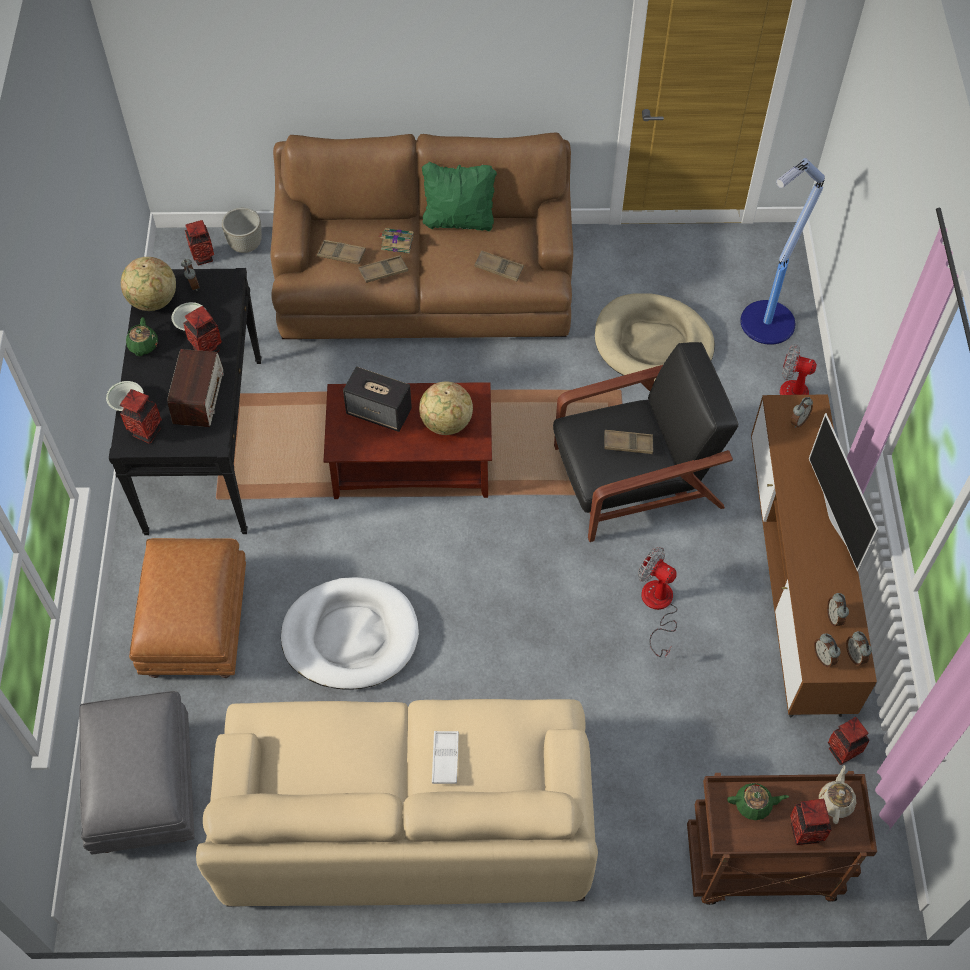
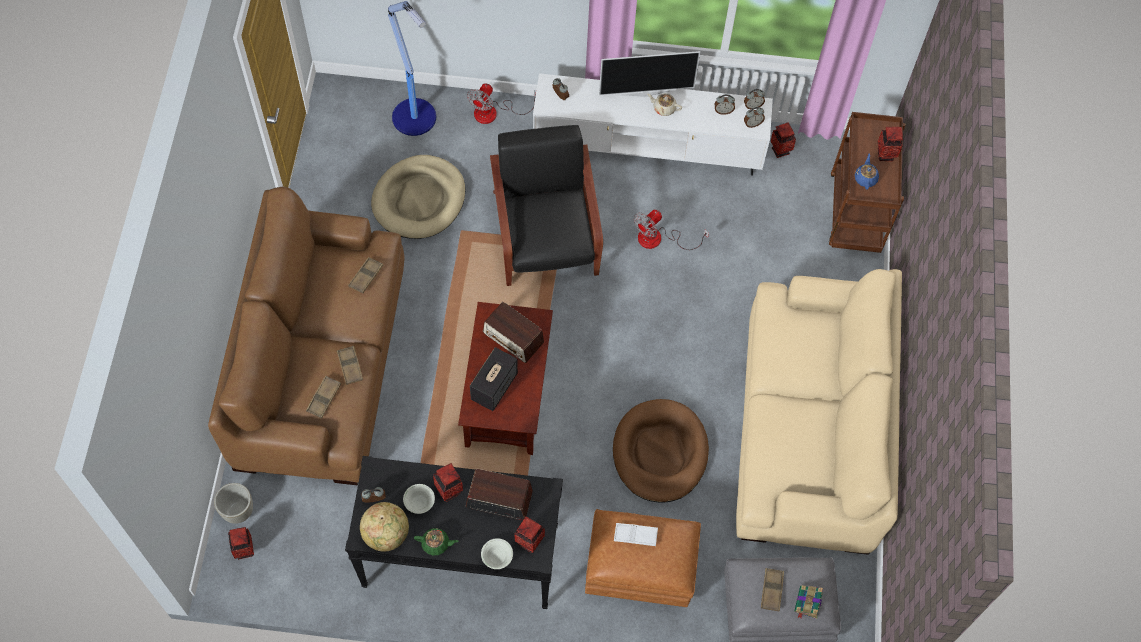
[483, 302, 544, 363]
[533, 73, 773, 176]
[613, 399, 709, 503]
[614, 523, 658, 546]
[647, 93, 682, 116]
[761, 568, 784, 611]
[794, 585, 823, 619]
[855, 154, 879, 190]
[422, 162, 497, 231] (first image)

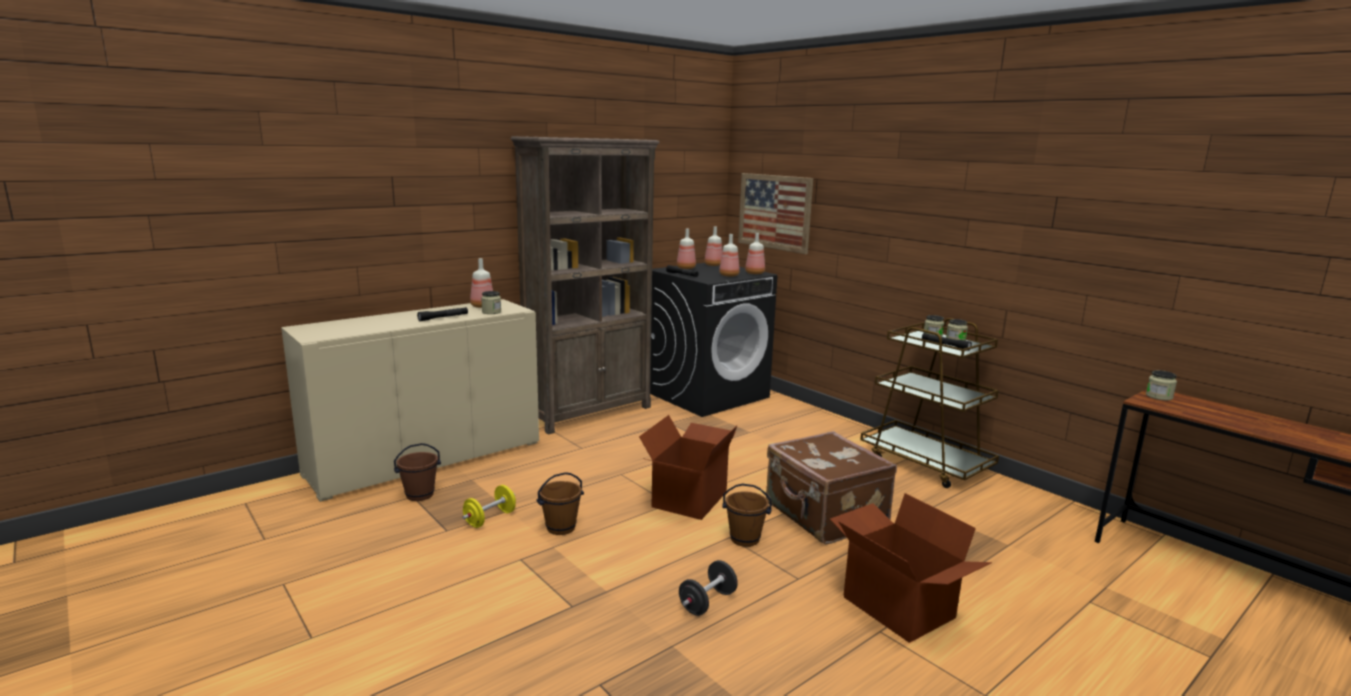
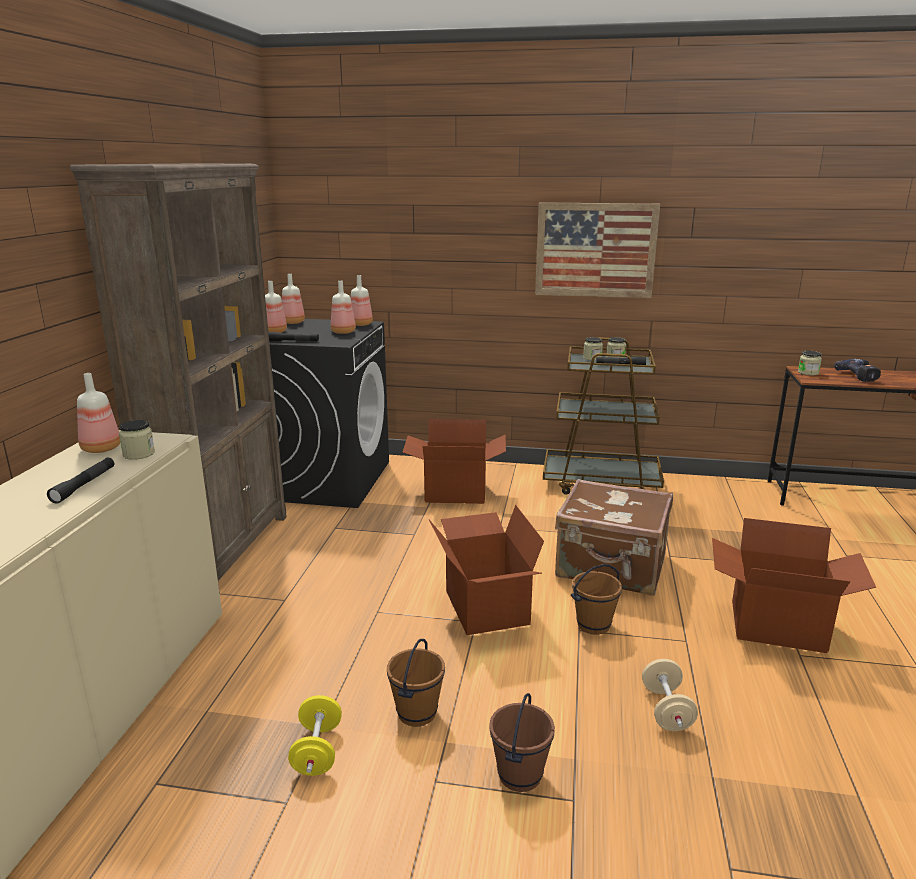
[402, 419, 506, 504]
[489, 693, 555, 792]
[535, 202, 660, 298]
[642, 659, 698, 731]
[834, 359, 881, 382]

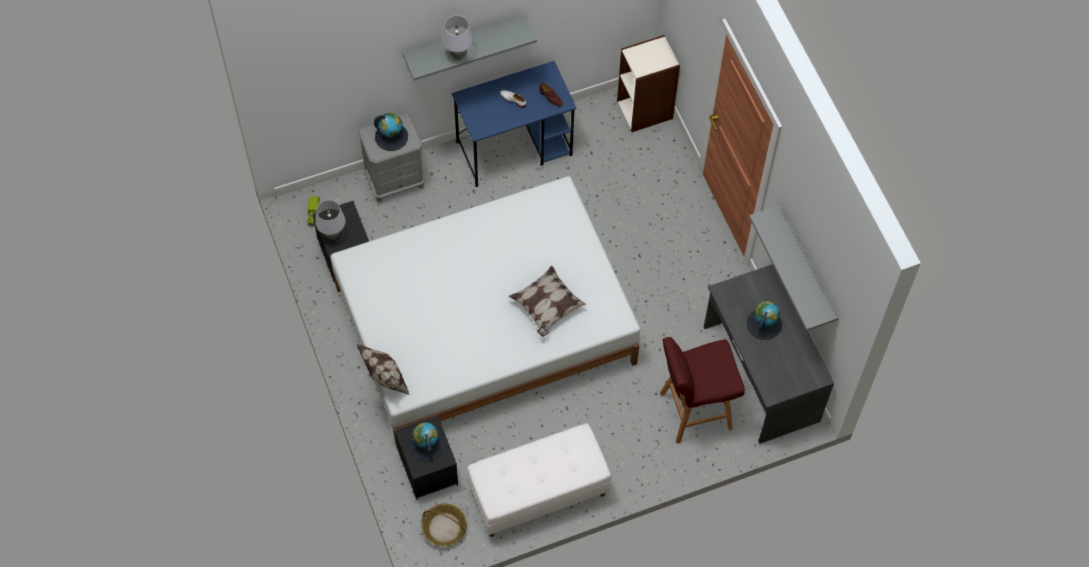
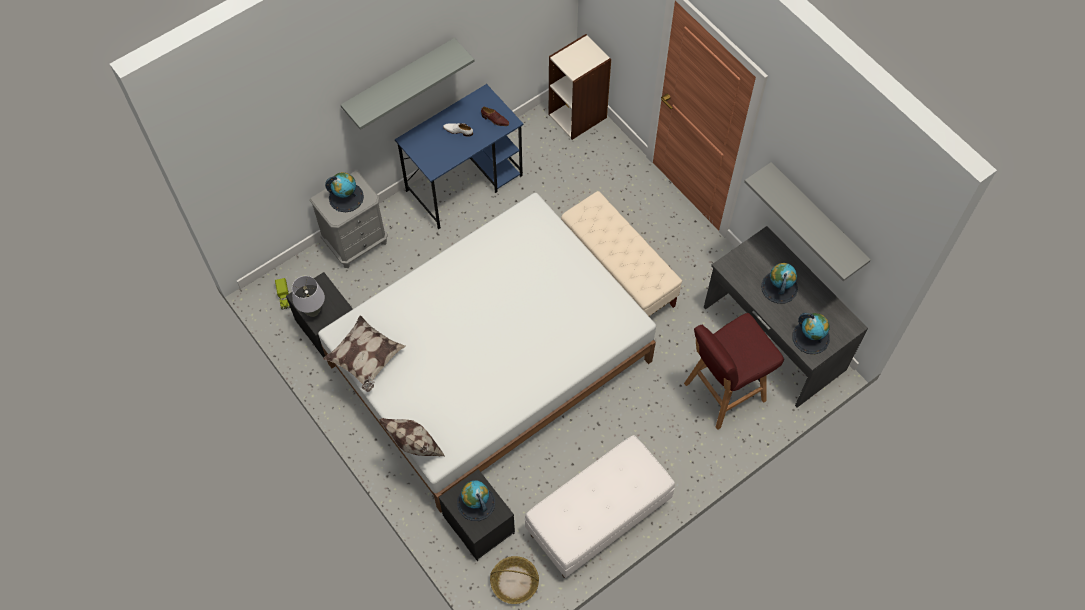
[323, 315, 406, 392]
[561, 191, 682, 317]
[792, 313, 830, 354]
[442, 15, 473, 60] (first image)

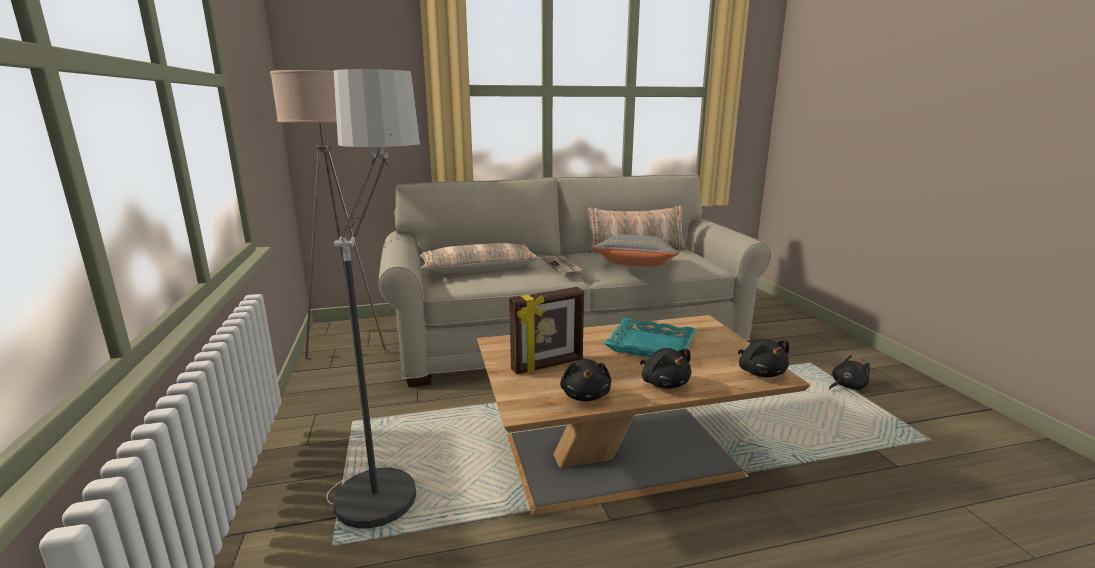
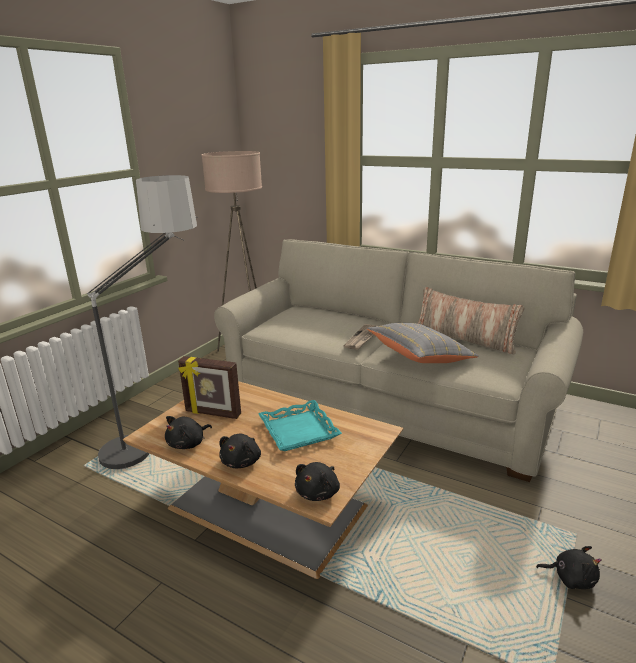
[420, 243, 541, 273] (first image)

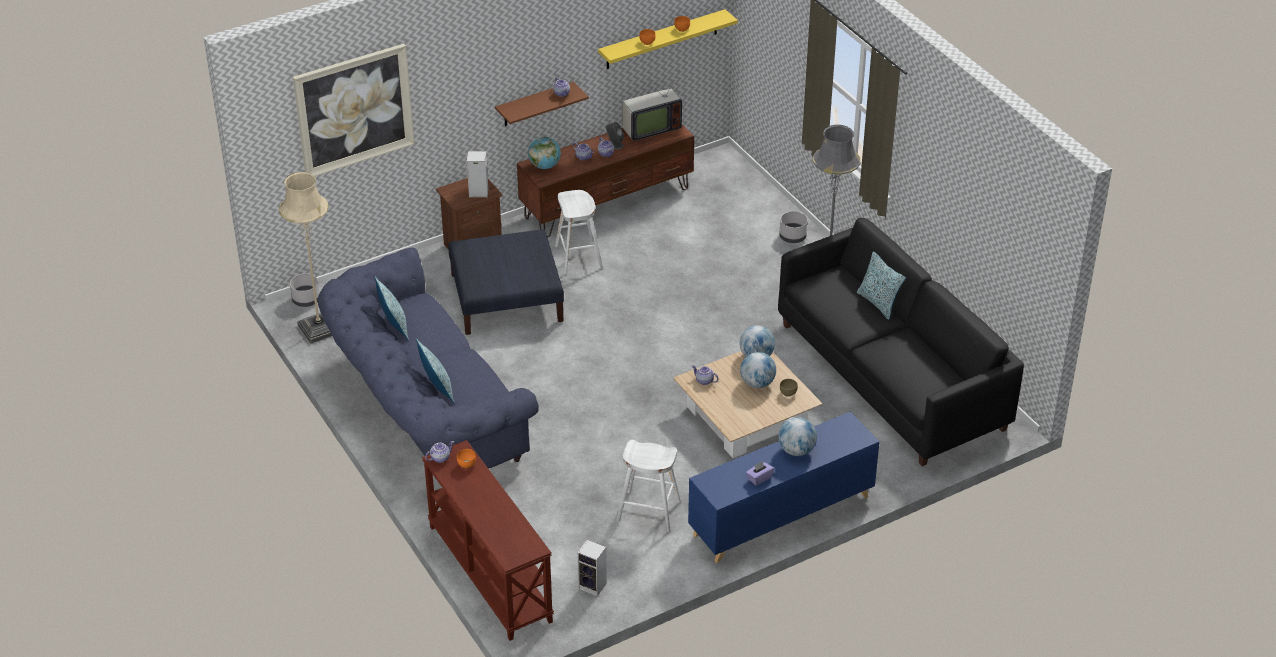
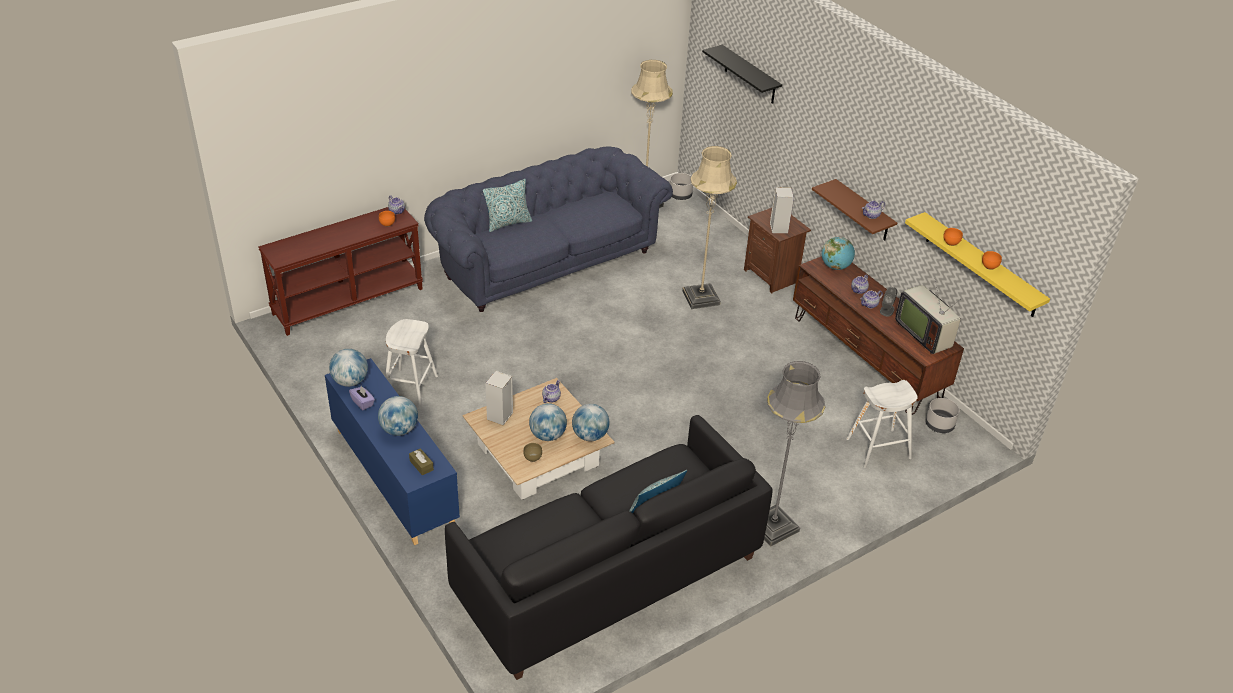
[329, 349, 368, 387]
[409, 448, 434, 475]
[485, 371, 513, 425]
[682, 146, 737, 309]
[702, 45, 782, 104]
[846, 380, 918, 468]
[925, 398, 960, 433]
[375, 276, 409, 340] (first image)

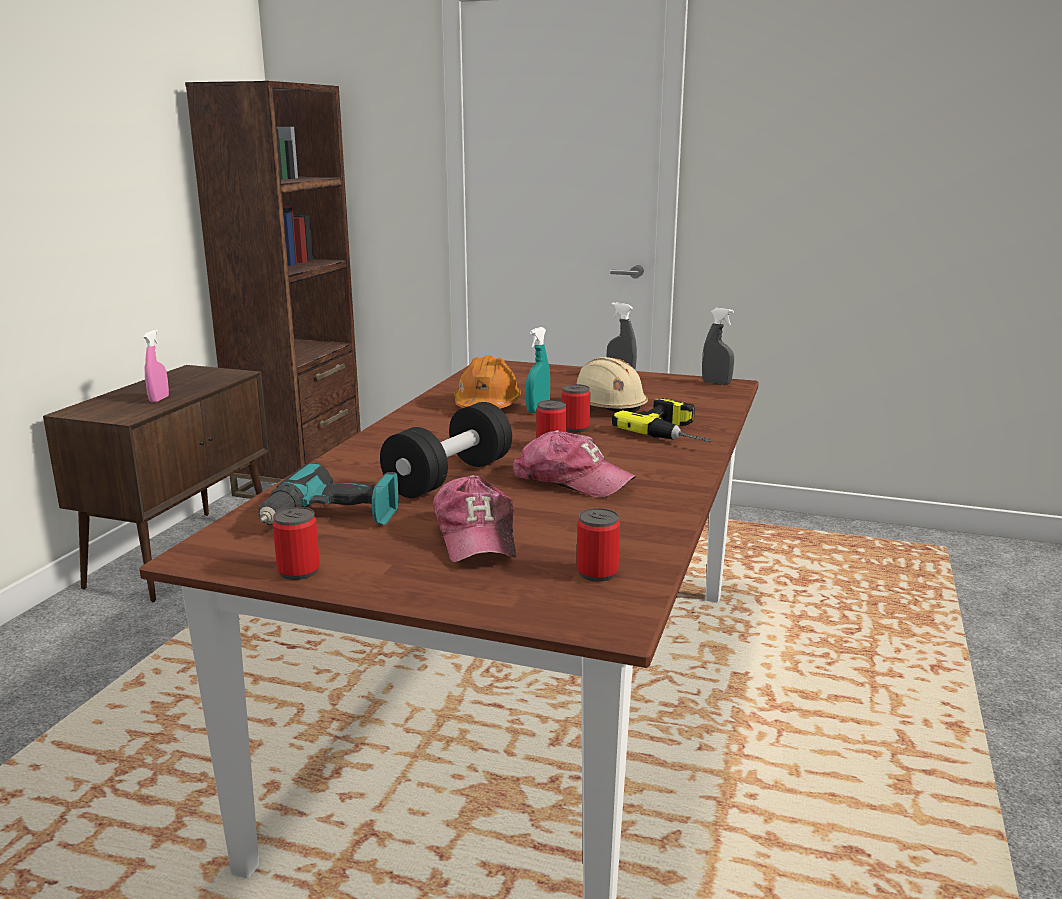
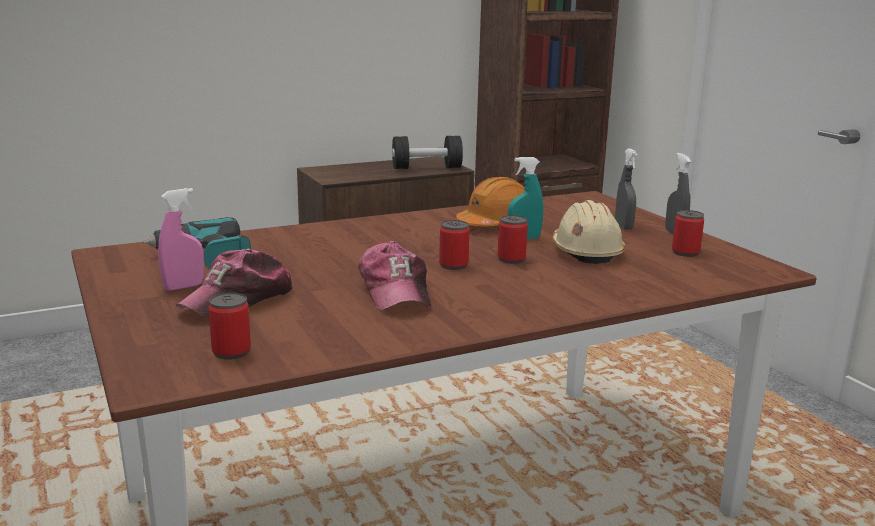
[158, 188, 204, 291]
[392, 136, 463, 169]
[615, 148, 638, 230]
[672, 210, 704, 257]
[612, 398, 711, 443] (first image)

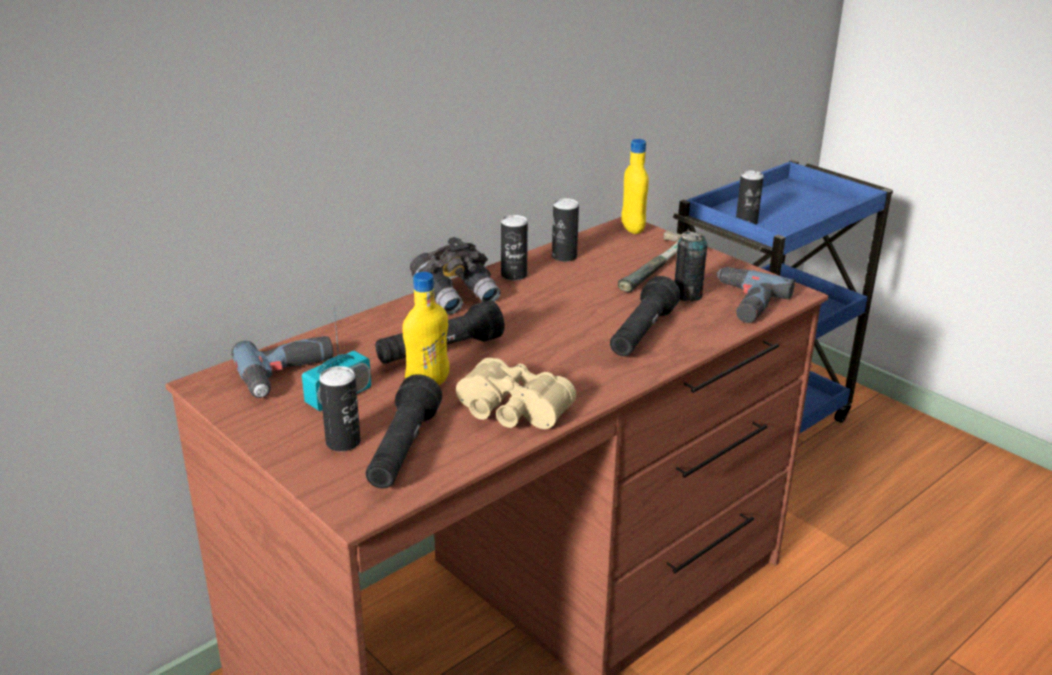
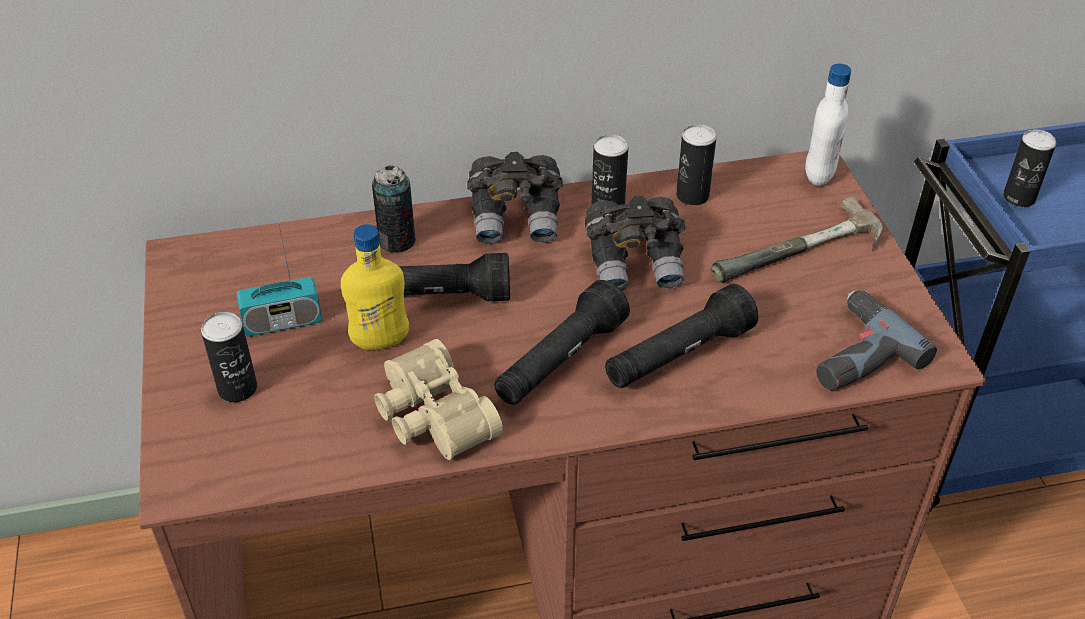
[372, 165, 416, 253]
[494, 280, 630, 405]
[585, 196, 686, 291]
[805, 64, 851, 186]
[231, 336, 333, 398] (first image)

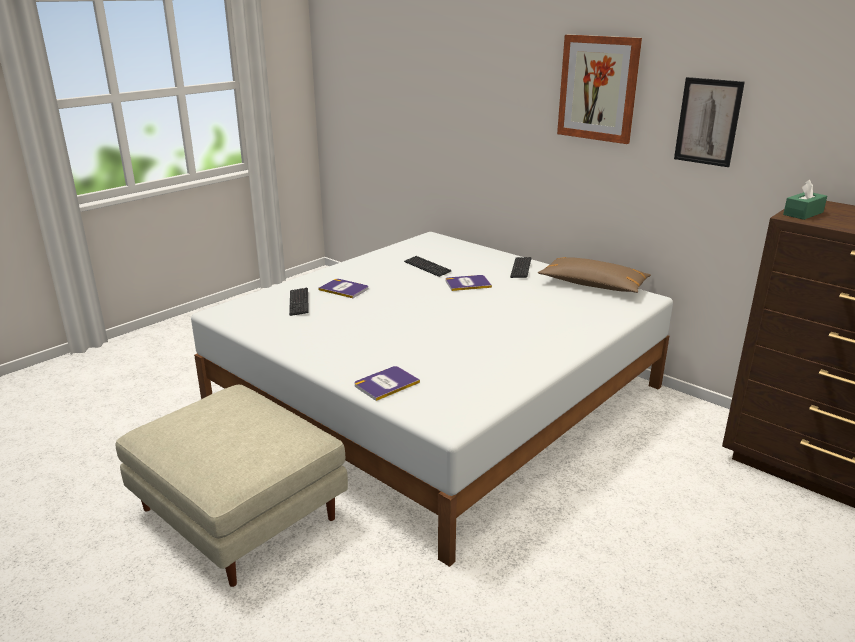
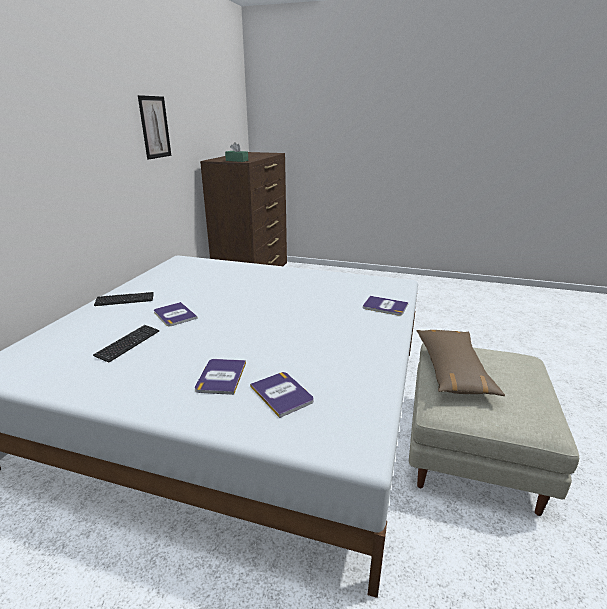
[250, 372, 314, 418]
[417, 330, 505, 396]
[557, 35, 642, 144] (first image)

